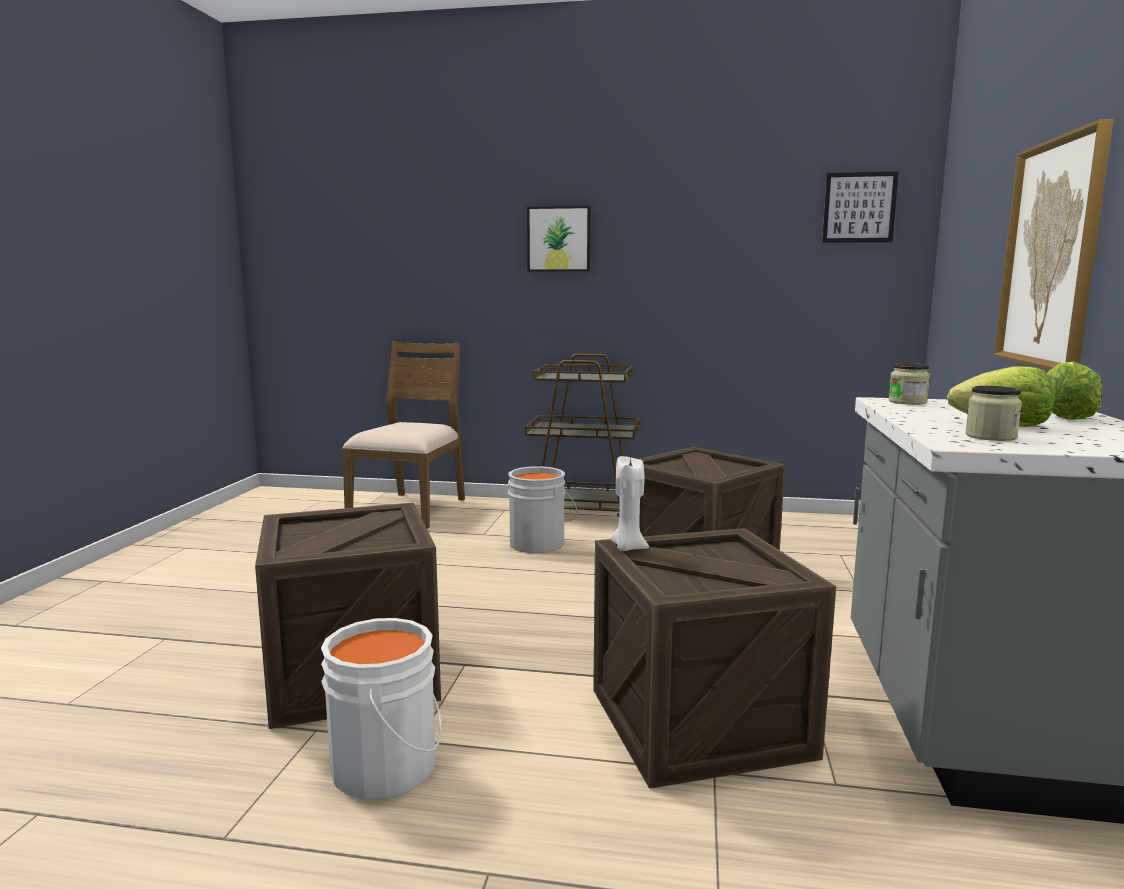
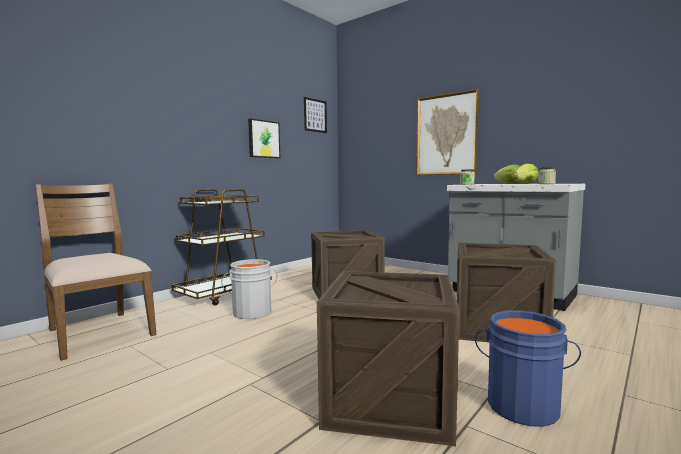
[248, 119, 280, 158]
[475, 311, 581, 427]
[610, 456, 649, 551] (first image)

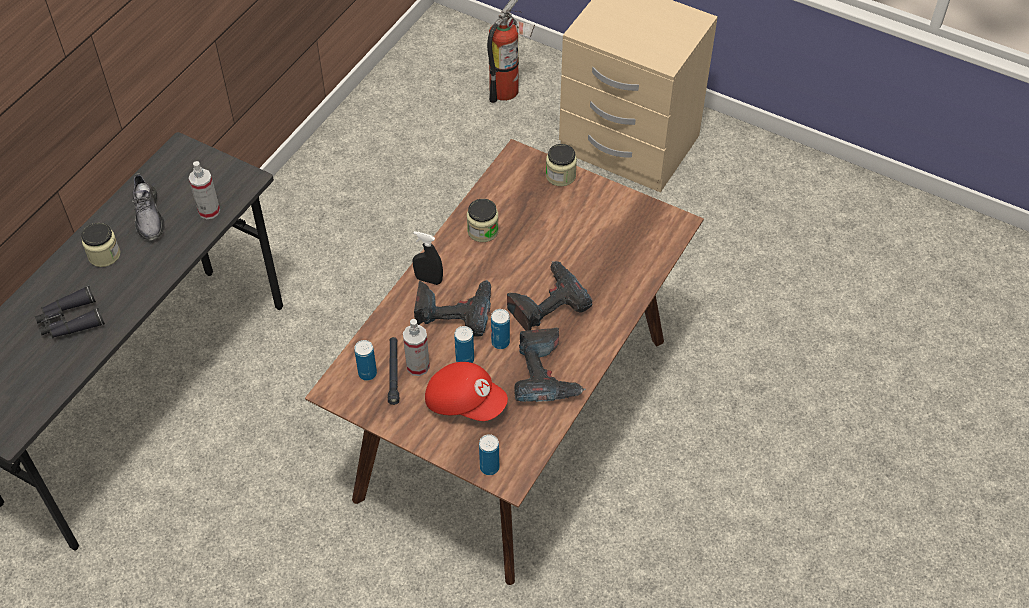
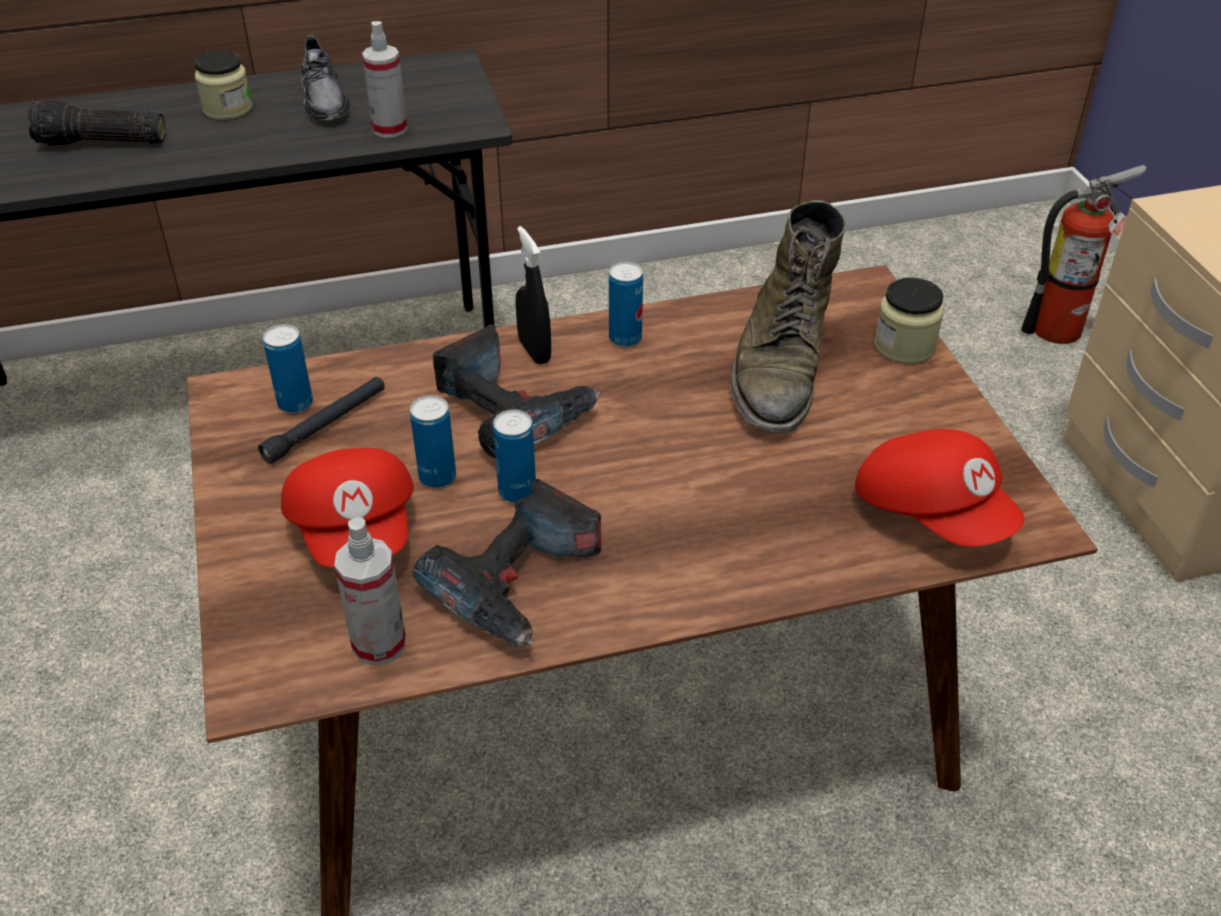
[27, 100, 165, 146]
[302, 35, 350, 120]
[334, 517, 406, 666]
[609, 262, 643, 347]
[730, 200, 846, 434]
[855, 429, 1024, 547]
[467, 199, 499, 242] (first image)
[507, 261, 592, 331] (first image)

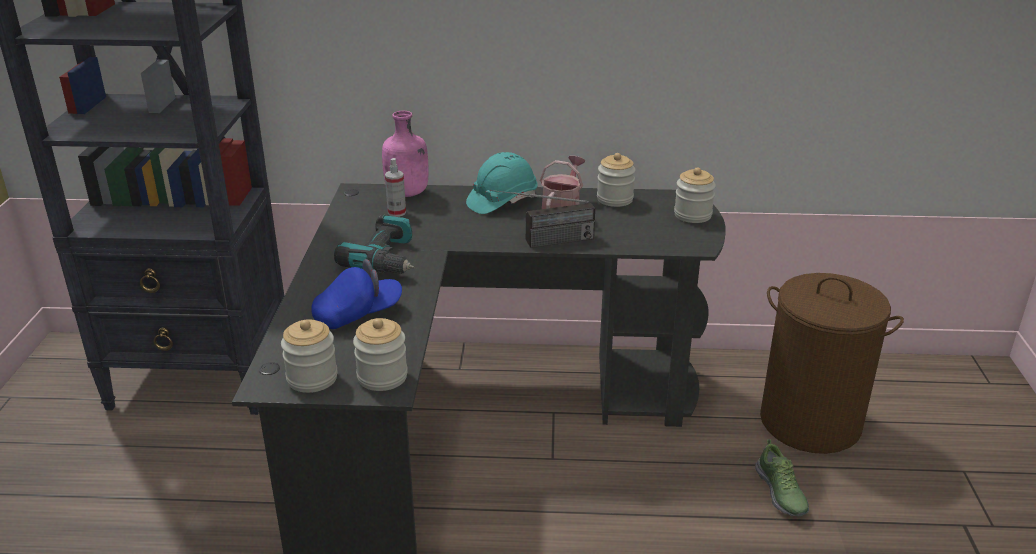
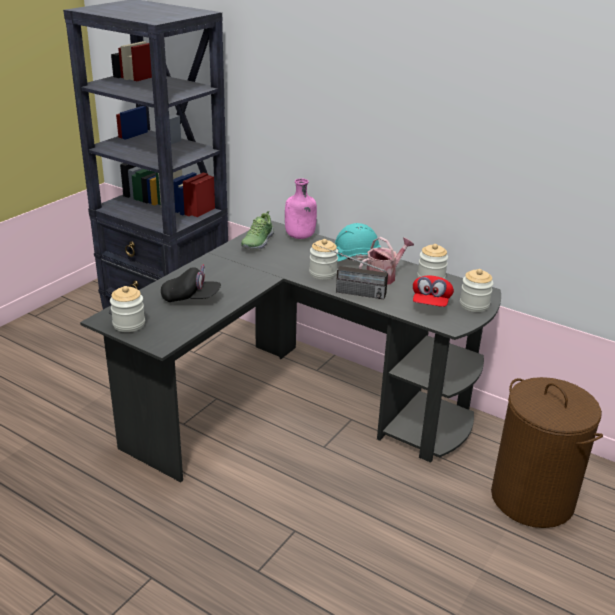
[161, 265, 221, 302]
[241, 211, 274, 250]
[309, 239, 338, 280]
[413, 275, 454, 307]
[334, 214, 414, 274] (first image)
[385, 158, 406, 217] (first image)

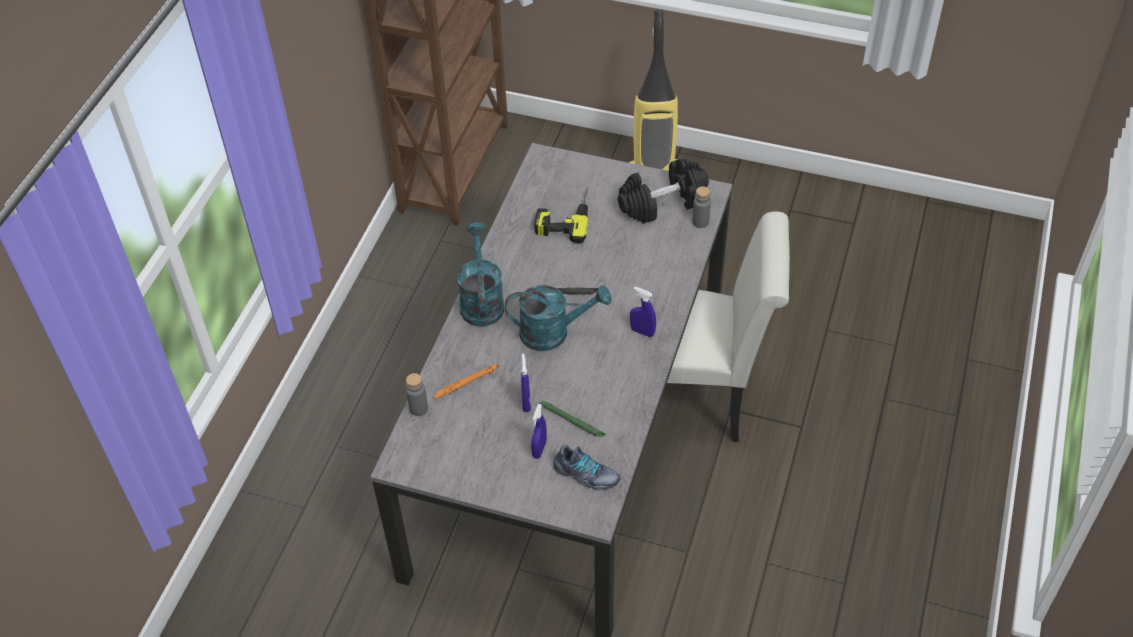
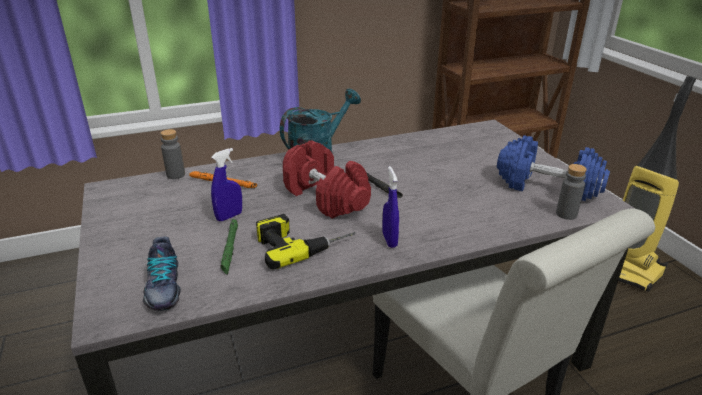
[256, 214, 356, 270]
[283, 140, 371, 219]
[497, 135, 610, 201]
[531, 404, 547, 459] (first image)

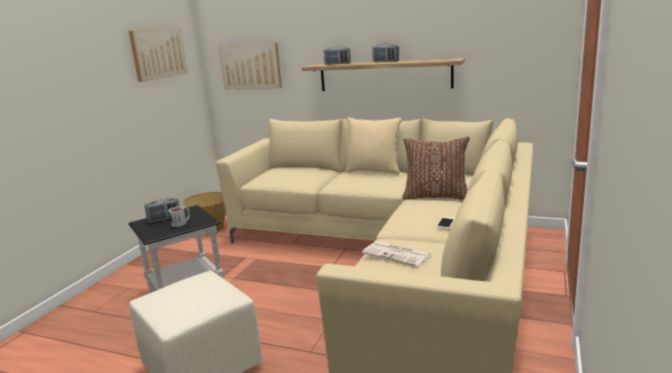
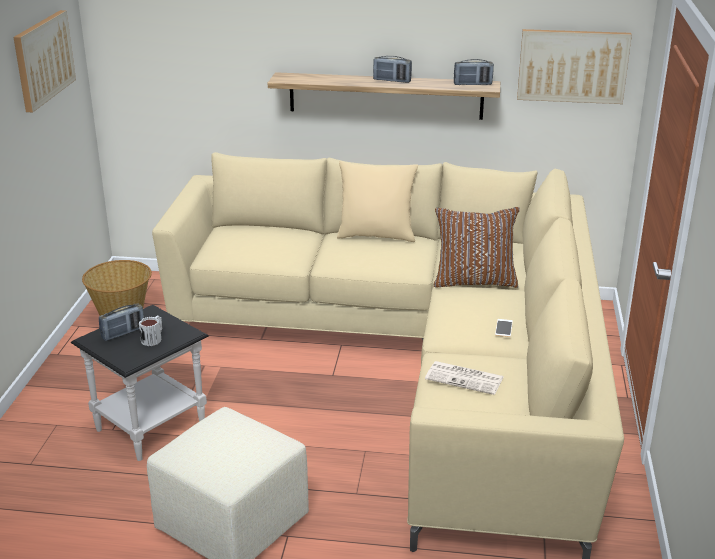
[454, 59, 494, 85]
[517, 29, 632, 104]

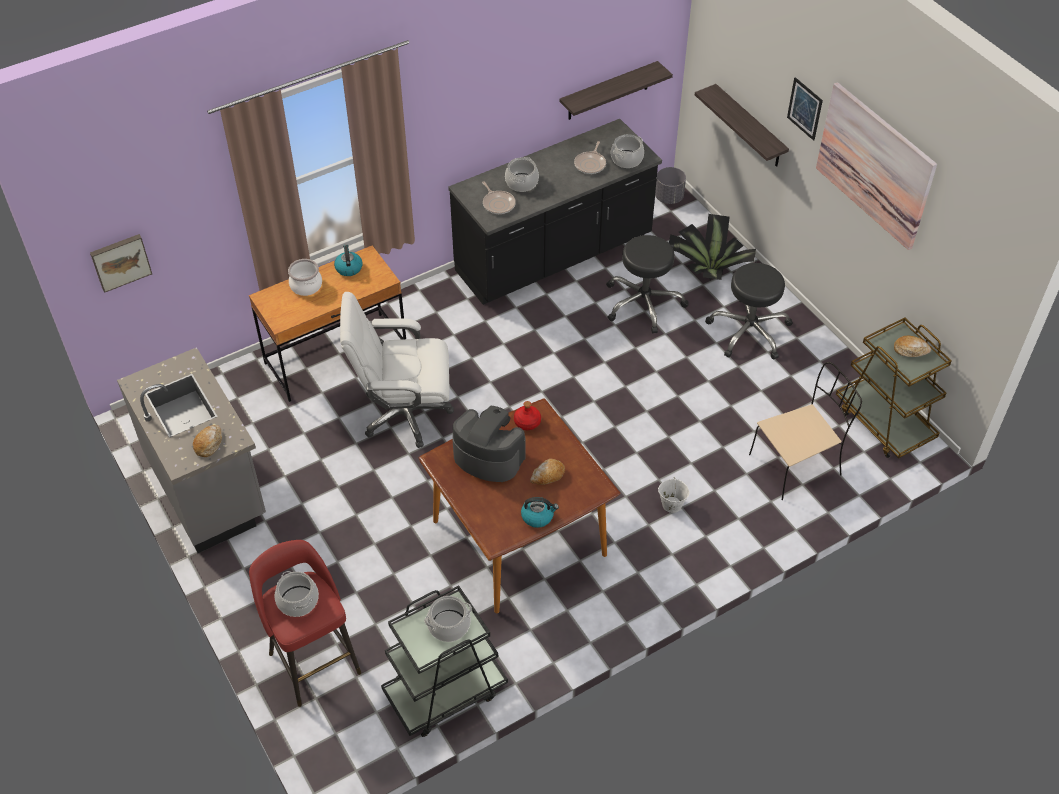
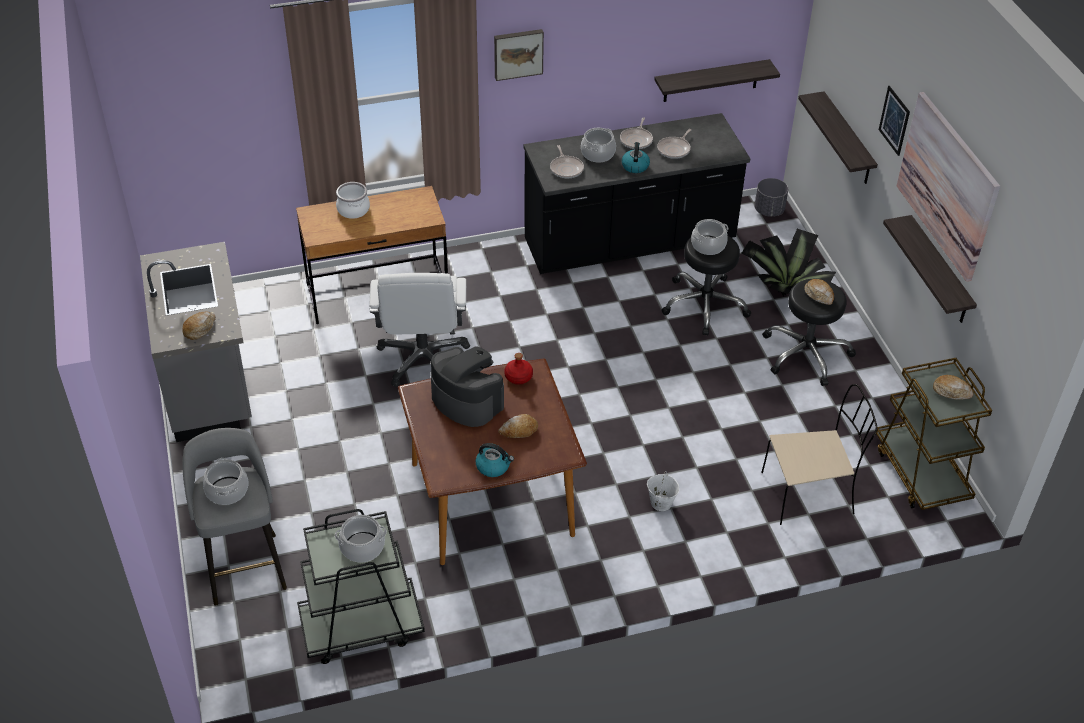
[183, 428, 287, 606]
[369, 273, 470, 387]
[494, 29, 544, 81]
[620, 117, 653, 149]
[622, 142, 650, 173]
[691, 219, 728, 255]
[804, 279, 834, 305]
[883, 215, 977, 323]

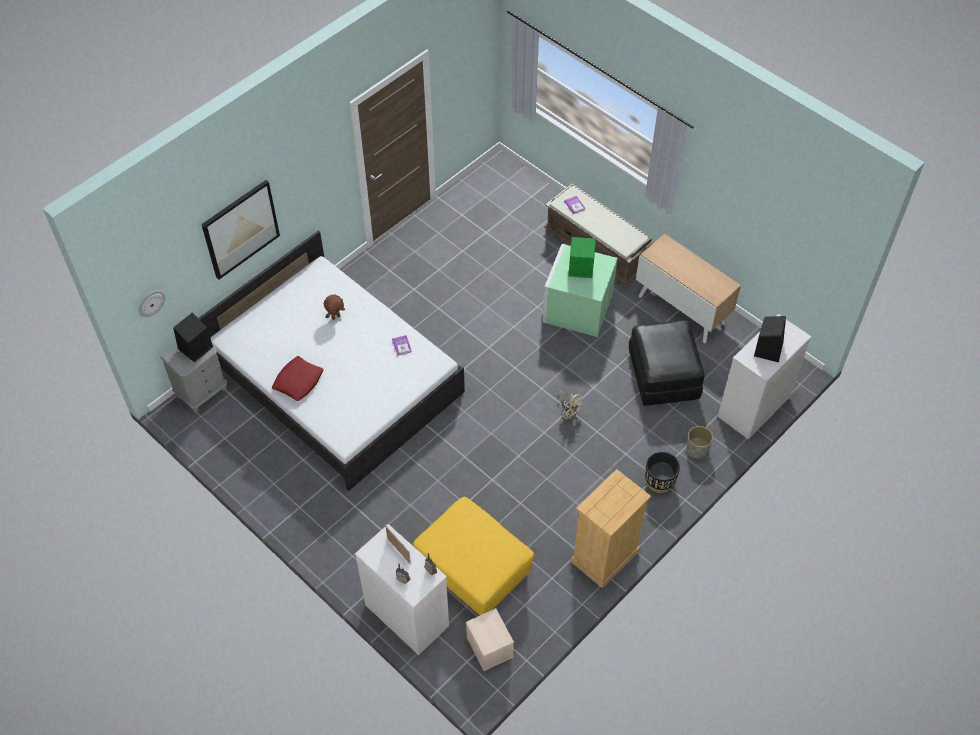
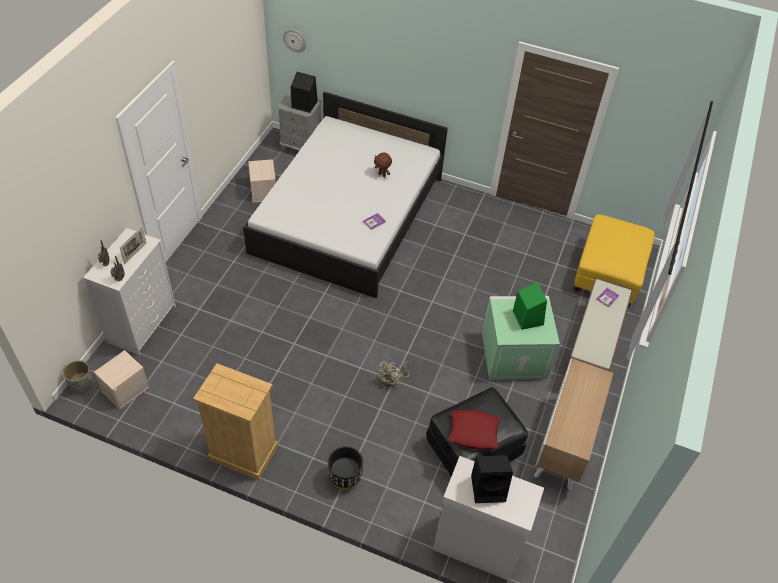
[63, 360, 93, 394]
[248, 159, 276, 203]
[448, 410, 500, 450]
[574, 214, 655, 308]
[201, 180, 280, 280] (first image)

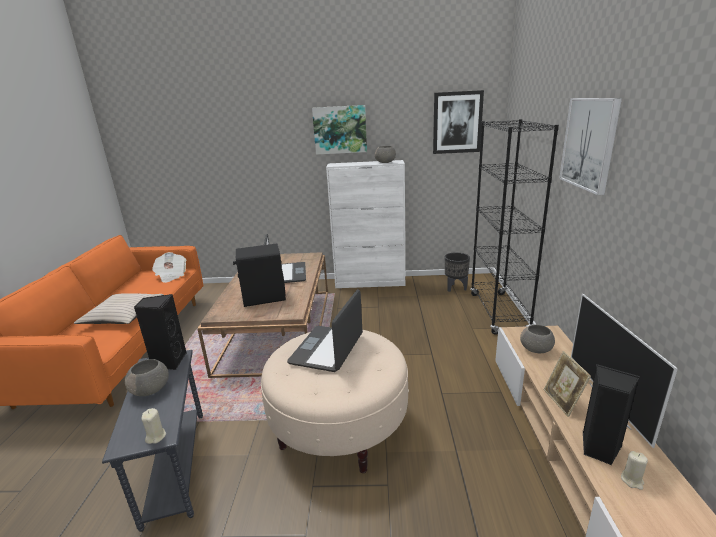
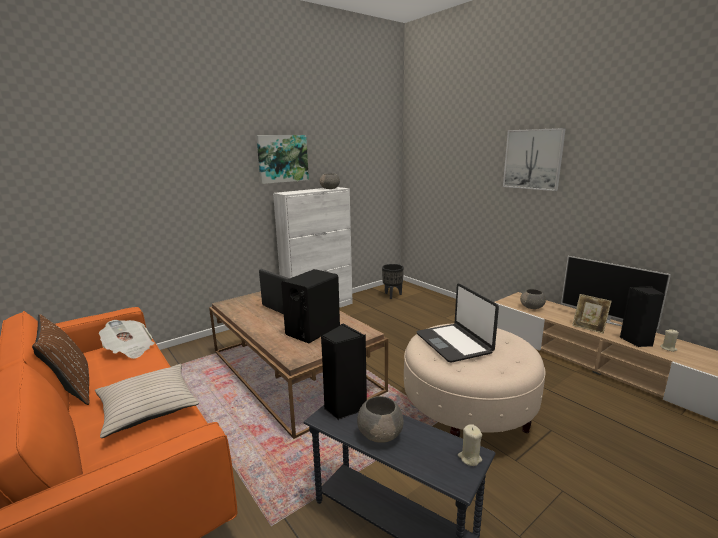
[32, 314, 89, 405]
[433, 90, 484, 154] (first image)
[471, 119, 559, 335] (first image)

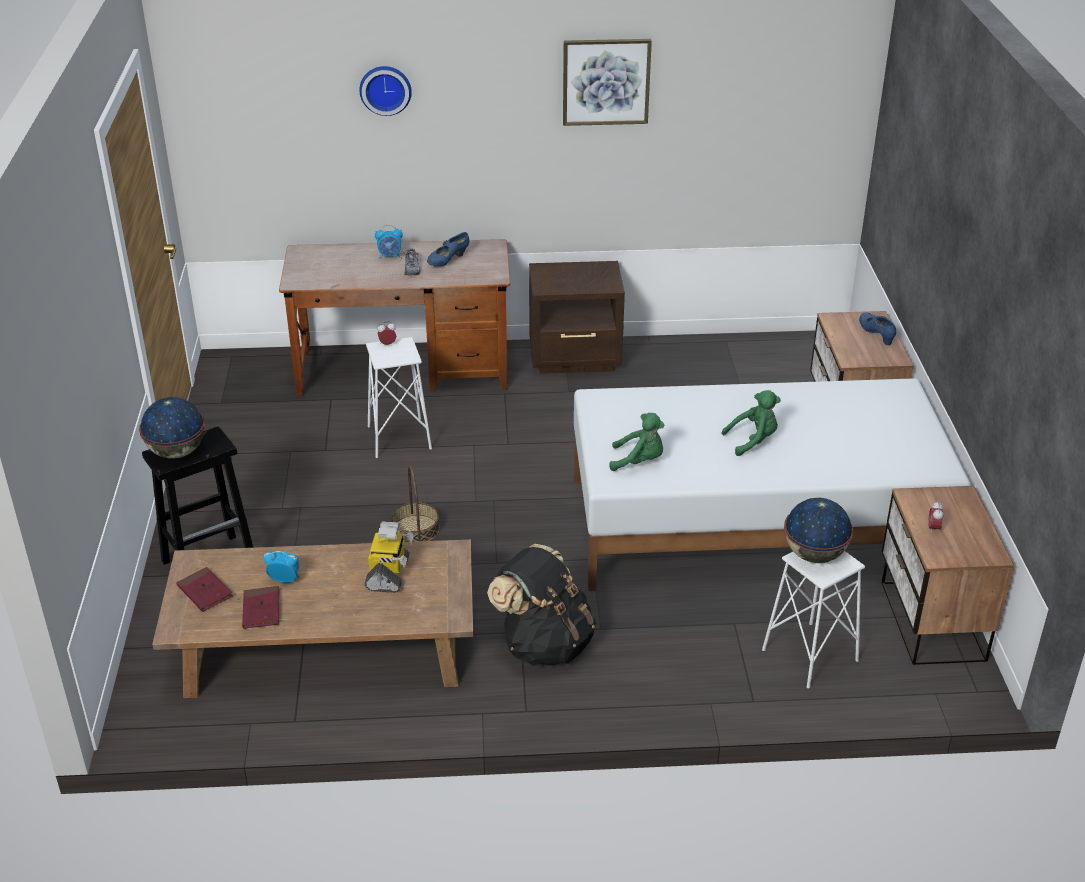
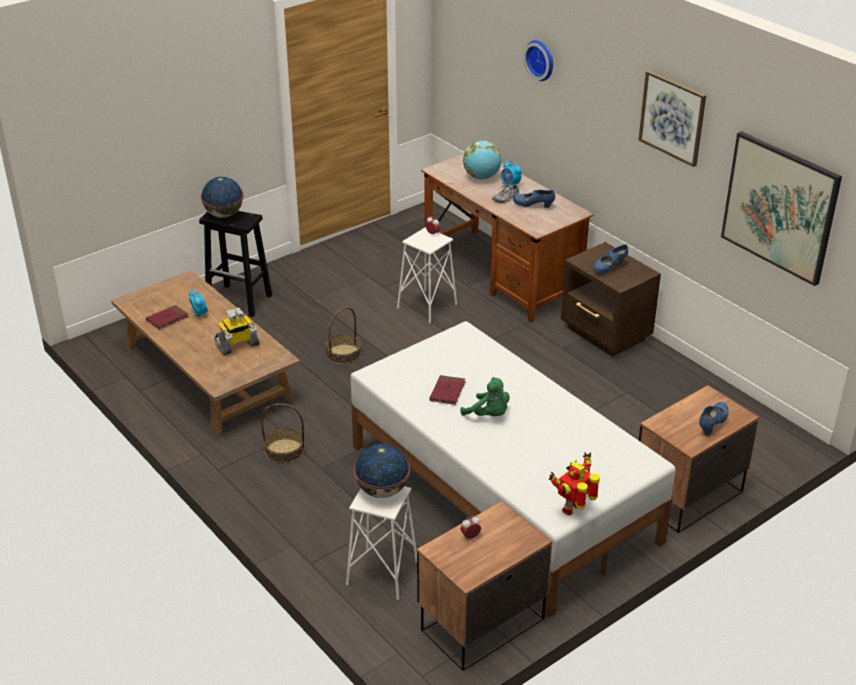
[261, 403, 304, 464]
[429, 375, 465, 405]
[463, 141, 501, 180]
[549, 452, 600, 515]
[593, 244, 628, 273]
[721, 131, 842, 286]
[609, 413, 664, 471] (first image)

